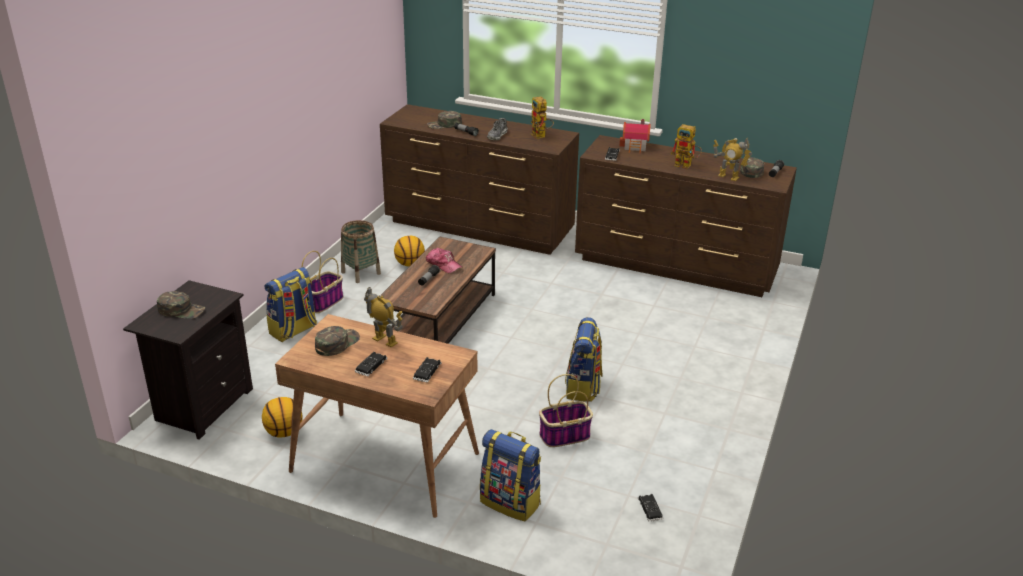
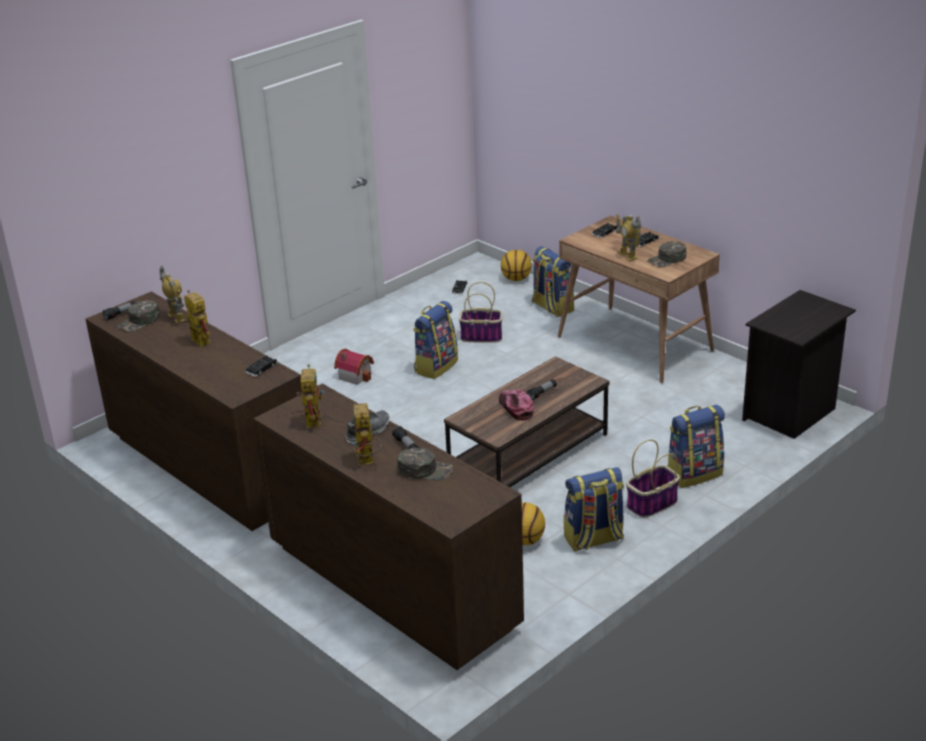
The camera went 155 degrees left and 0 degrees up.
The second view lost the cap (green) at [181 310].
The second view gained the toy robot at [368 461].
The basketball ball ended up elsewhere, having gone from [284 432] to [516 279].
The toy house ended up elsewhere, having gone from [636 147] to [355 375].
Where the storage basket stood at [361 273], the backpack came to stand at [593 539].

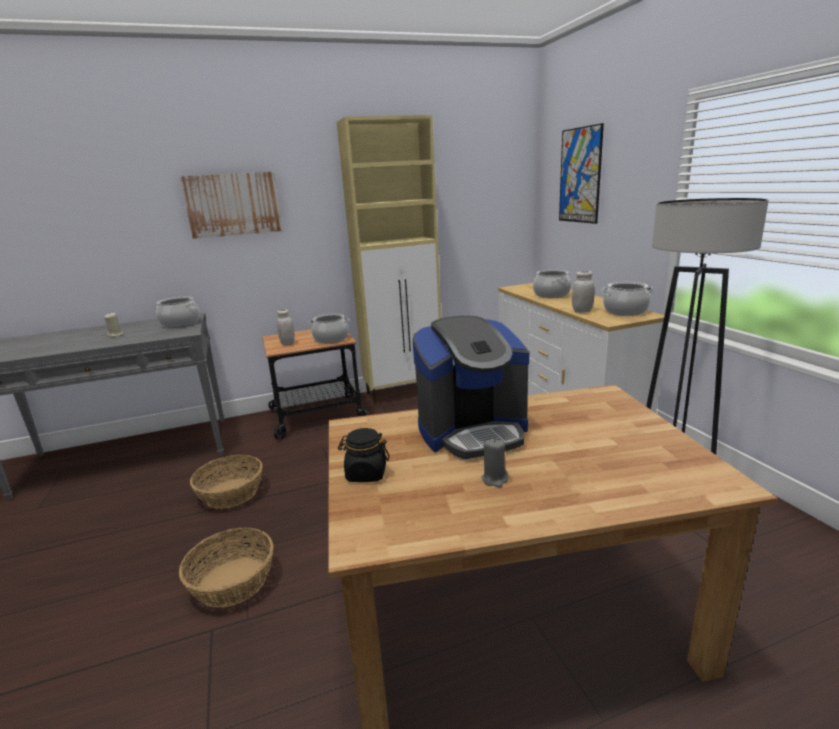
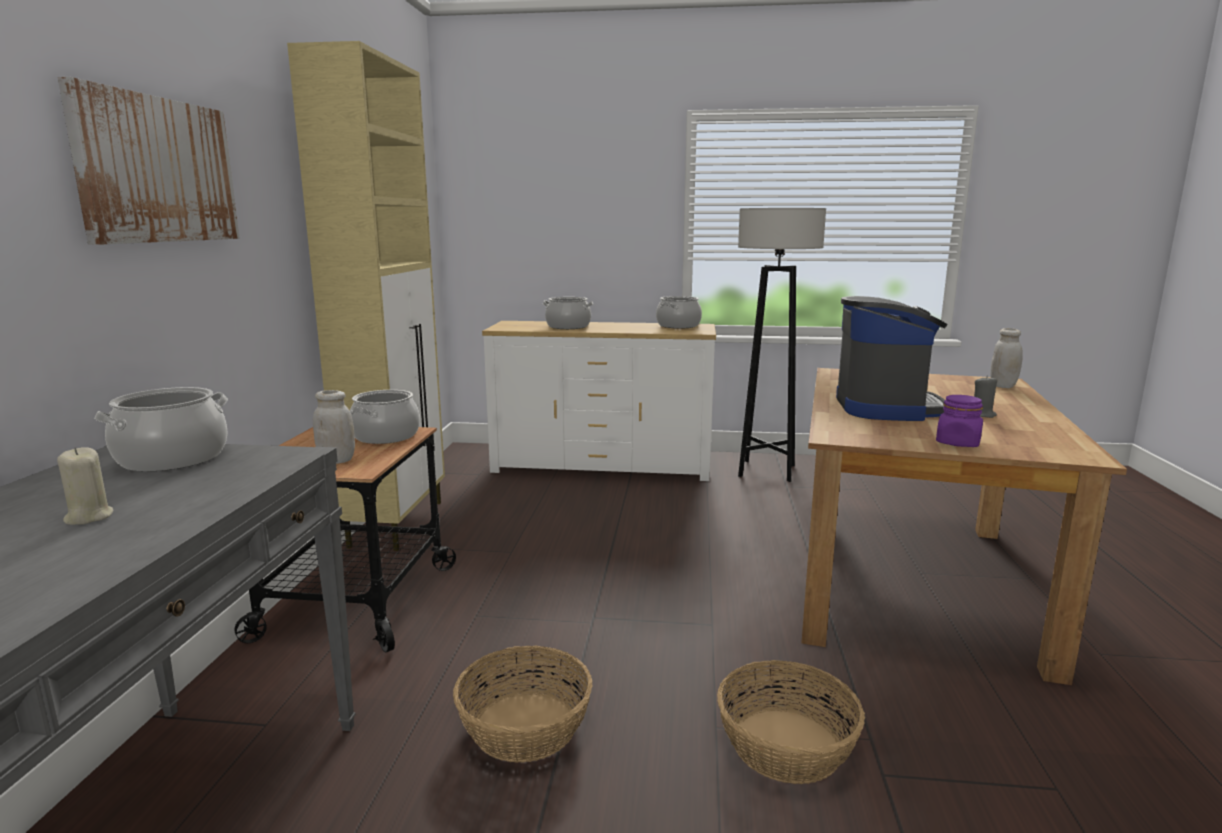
The camera went 65 degrees left and 5 degrees down.
The second view lost the wall picture at [580 175].
The jar (white) ended up elsewhere, having gone from [582 311] to [1002 386].
What was the jar (black) at [366 474] turned into the jar (purple) at [958 443].

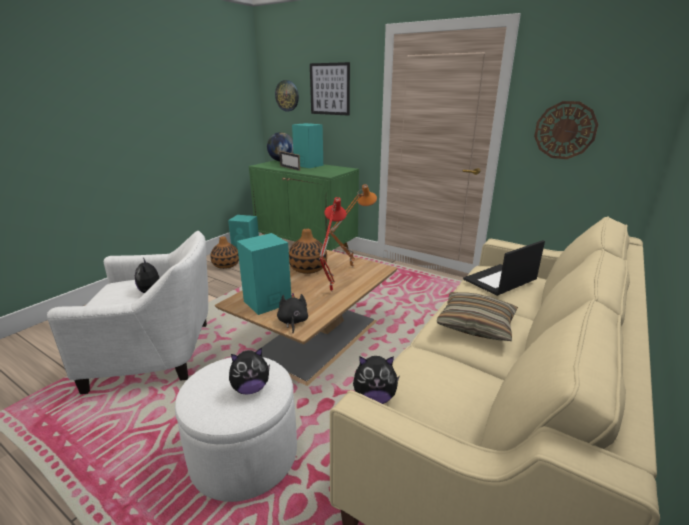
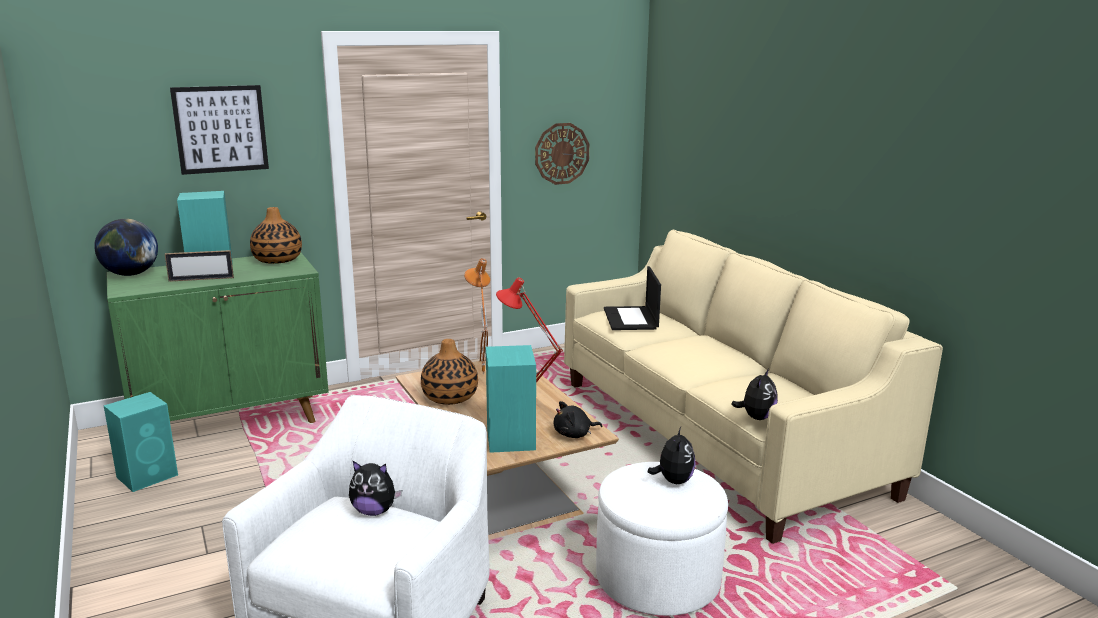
The camera went 60 degrees left and 5 degrees down.
The second view lost the wall clock at [287 95].
The second view lost the cushion at [476 324].
The flower vase ended up elsewhere, having gone from [226 265] to [277 260].
The cuddly toy (black) at [293 322] ended up facing another way, 45 degrees counterclockwise from before.

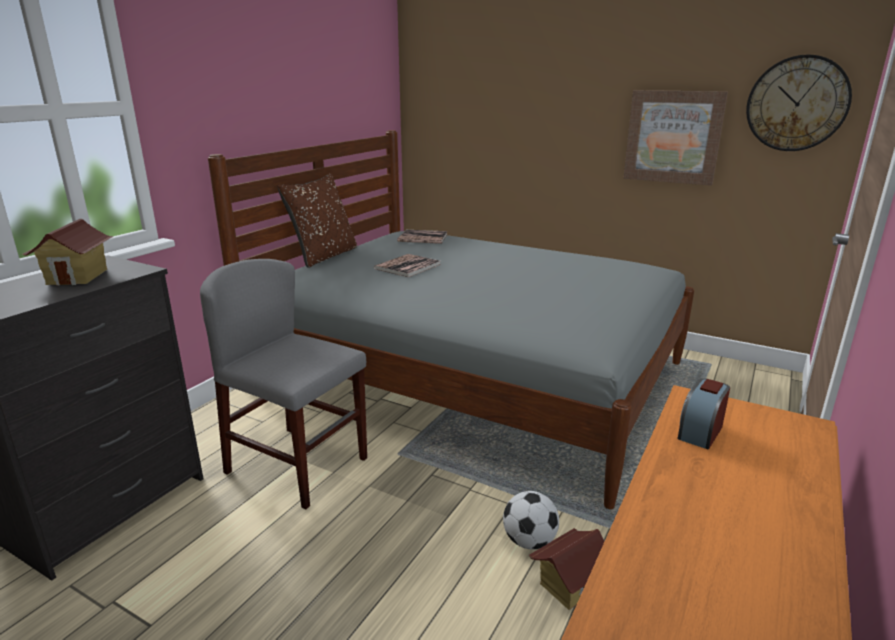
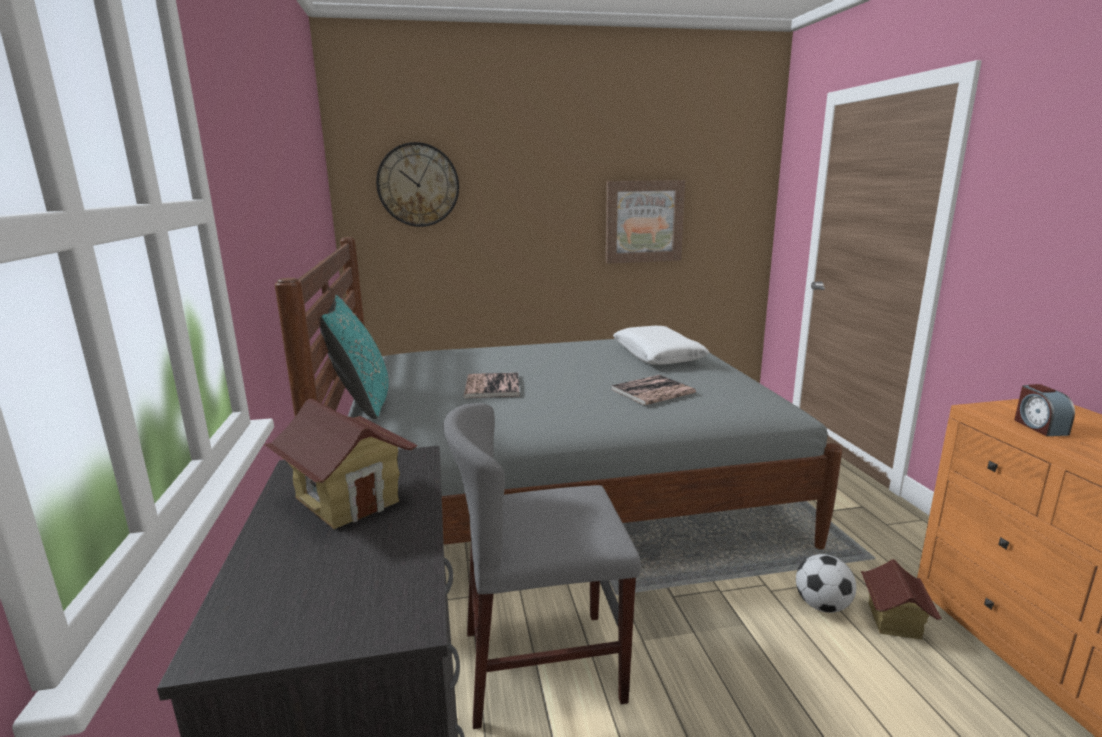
The camera went 40 degrees left and 5 degrees down.
The second view gained the cushion (white) at [658 355].
The bound book ended up elsewhere, having gone from [423 238] to [652 391].
The wall clock ended up elsewhere, having gone from [797 104] to [418 185].
What was the cushion (brownish) at [324 256] turned into the cushion (turquoise) at [362 402].

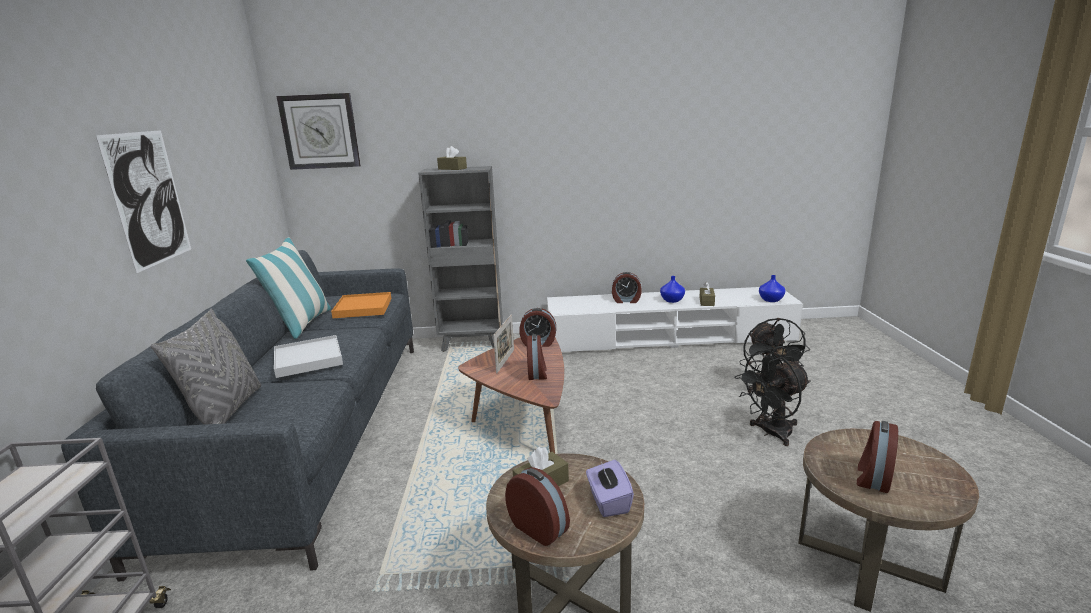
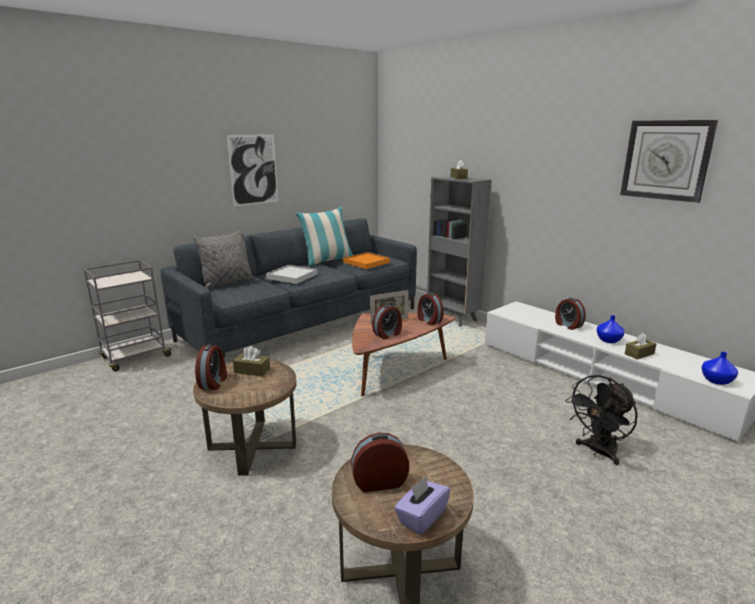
The camera went 50 degrees right and 0 degrees up.
The second view lost the fan (black) at [770 433].
The wall clock ended up elsewhere, having gone from [320 131] to [666 160].
The box of tissues (purple) ended up elsewhere, having gone from [608 501] to [421 517].

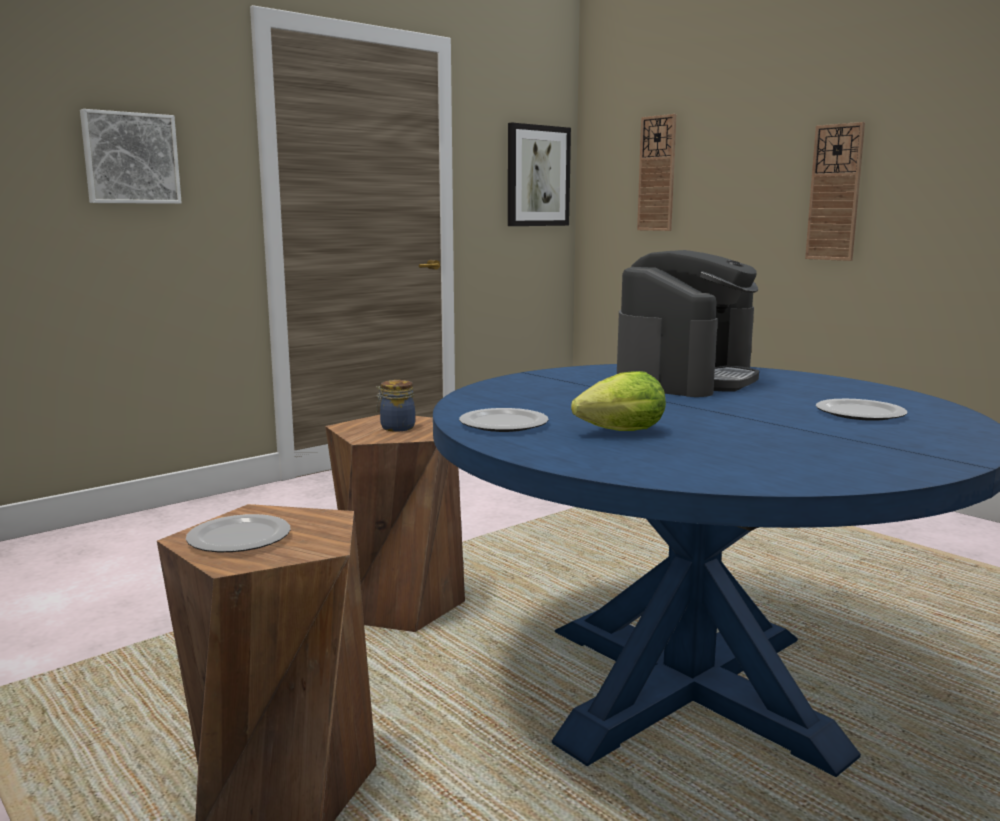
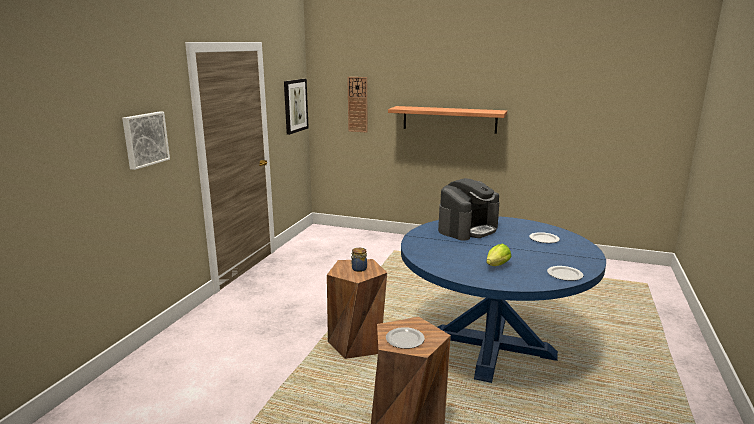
The camera went 30 degrees left and 5 degrees up.
The flat dish ended up elsewhere, having gone from [504 424] to [564 274].
Where the wall clock hung at [835 193], the wall shelf came to hang at [449 119].
The coffee brewer at [685 379] ended up facing another way, 45 degrees clockwise from before.

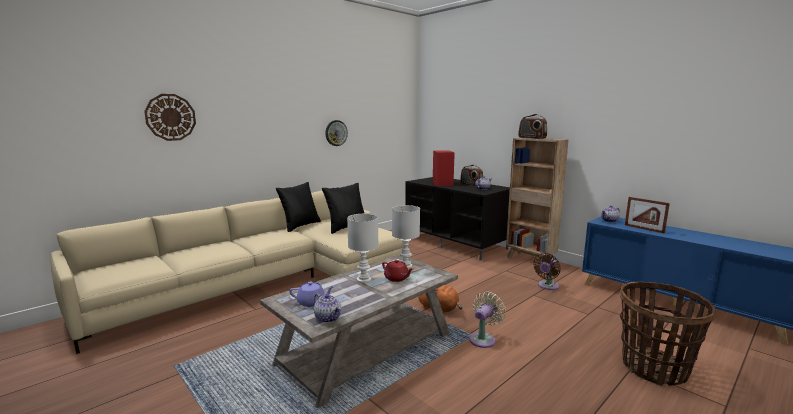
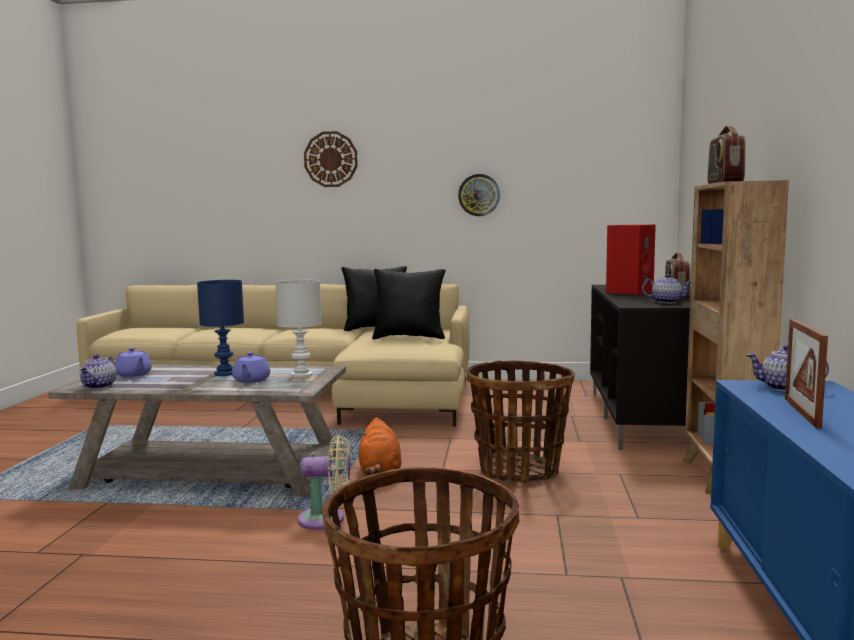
The camera went 50 degrees right and 5 degrees down.
The second view lost the fan (brownish) at [547 286].
The second view gained the storage basket at [519 470].
The wall clock ended up elsewhere, having gone from [170 117] to [330 159].
What was the tabletop lamp (white) at [363 280] turned into the tabletop lamp (blue-coloured) at [224 373].
What was the tea pot (red) at [397 278] turned into the tea pot (purple) at [251 381].

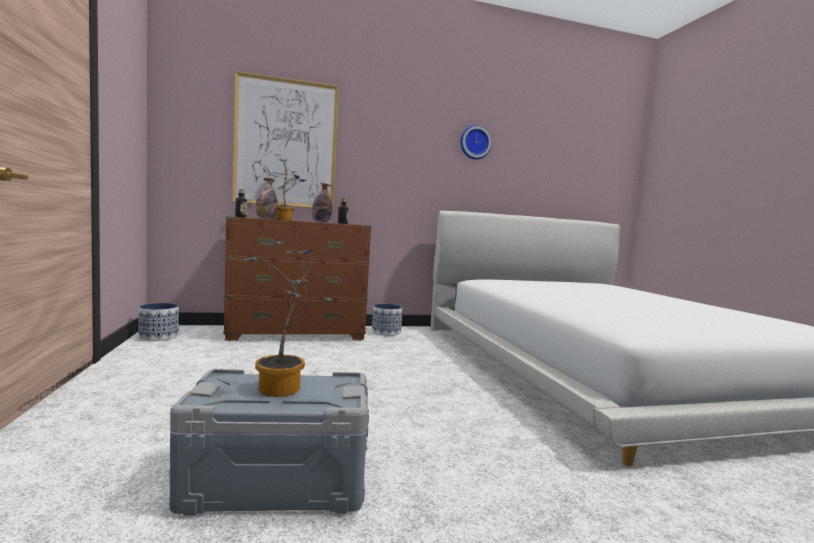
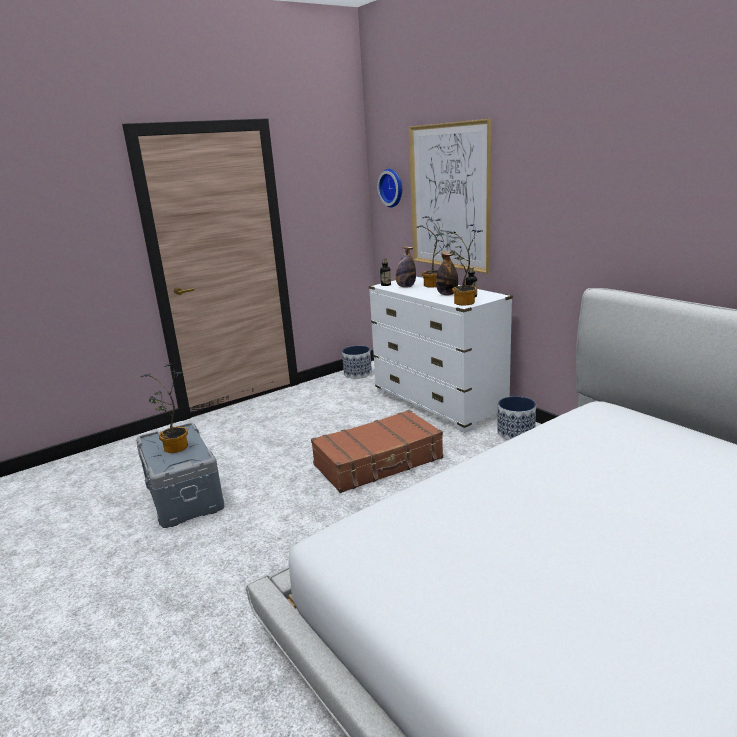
The camera went 70 degrees right and 15 degrees up.
The second view gained the piece of luggage (brownish) at [379 462].
The second view gained the houseplant at [463 303].
The wall clock ended up elsewhere, having gone from [474 143] to [392 187].
What was the dresser (brownish) at [297 333] turned into the dresser (white) at [438 403].

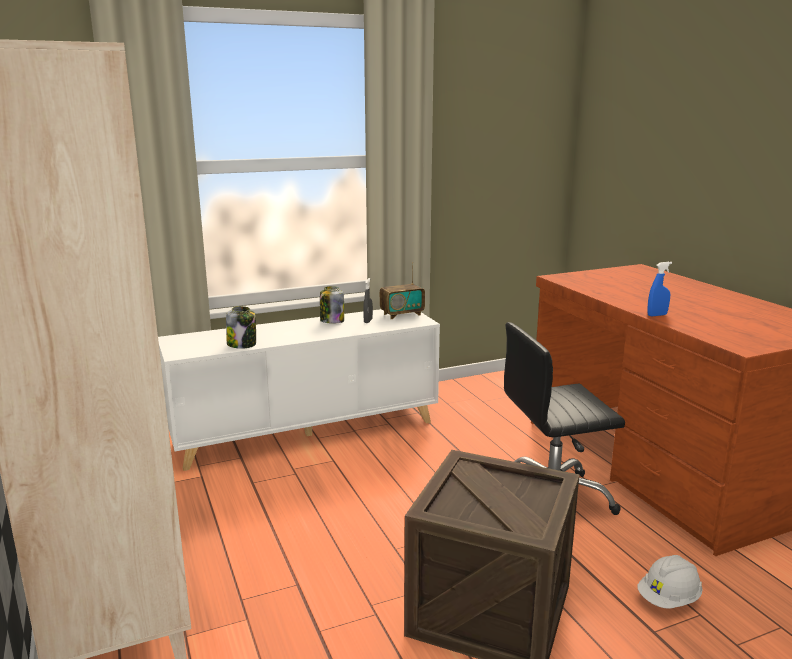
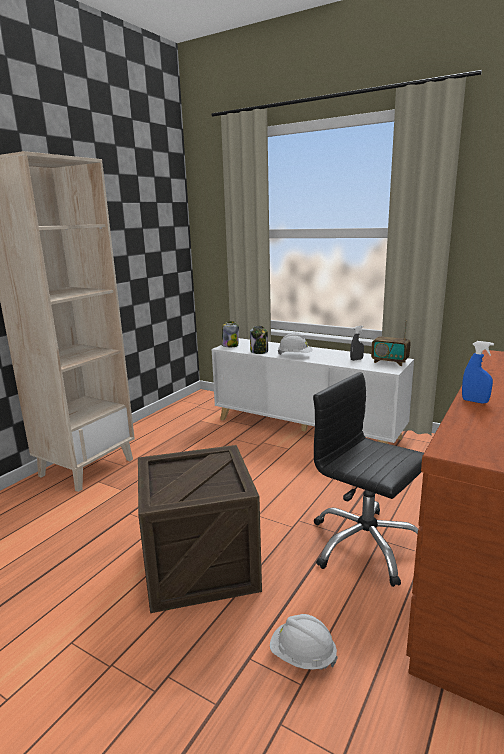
The camera went 55 degrees right and 0 degrees up.
The second view gained the hard hat (white) at [295 355].
The jar ended up elsewhere, having gone from [331 321] to [230 346].

